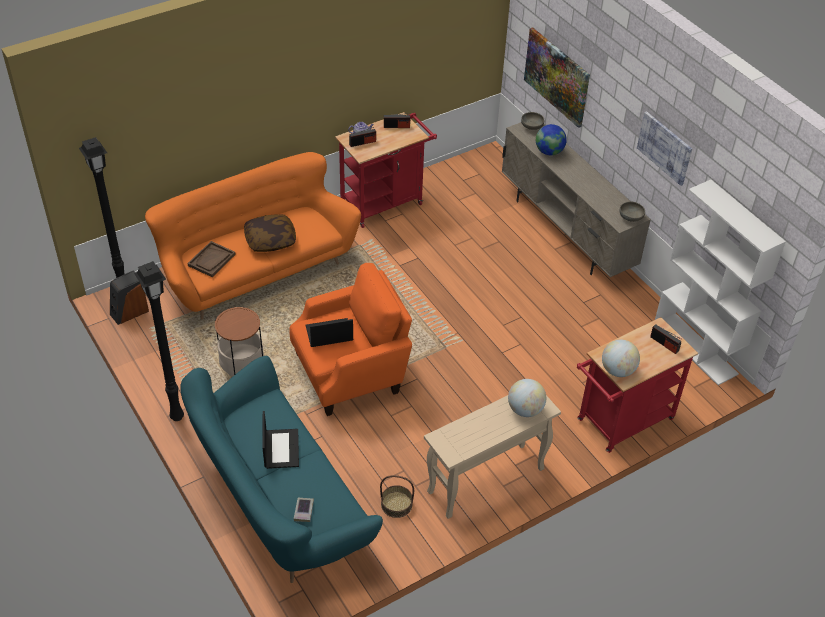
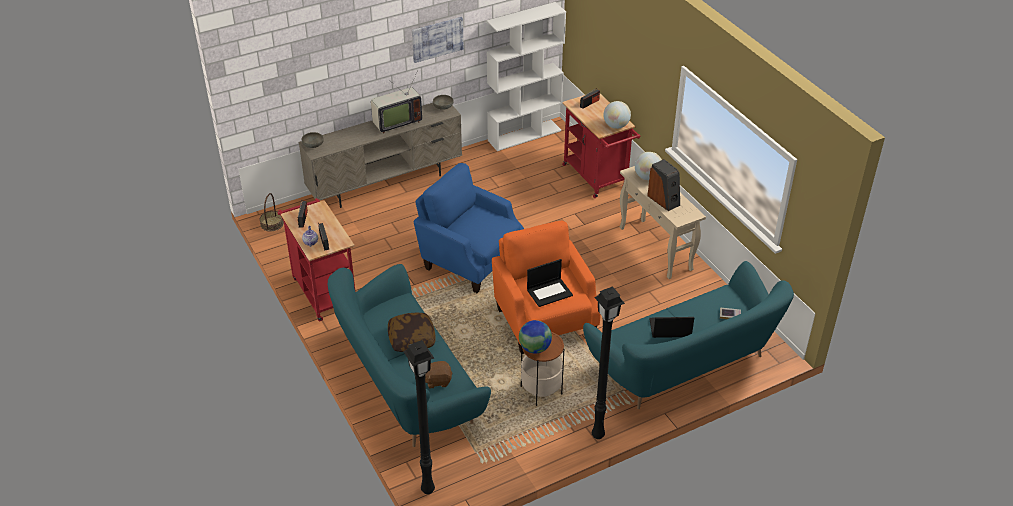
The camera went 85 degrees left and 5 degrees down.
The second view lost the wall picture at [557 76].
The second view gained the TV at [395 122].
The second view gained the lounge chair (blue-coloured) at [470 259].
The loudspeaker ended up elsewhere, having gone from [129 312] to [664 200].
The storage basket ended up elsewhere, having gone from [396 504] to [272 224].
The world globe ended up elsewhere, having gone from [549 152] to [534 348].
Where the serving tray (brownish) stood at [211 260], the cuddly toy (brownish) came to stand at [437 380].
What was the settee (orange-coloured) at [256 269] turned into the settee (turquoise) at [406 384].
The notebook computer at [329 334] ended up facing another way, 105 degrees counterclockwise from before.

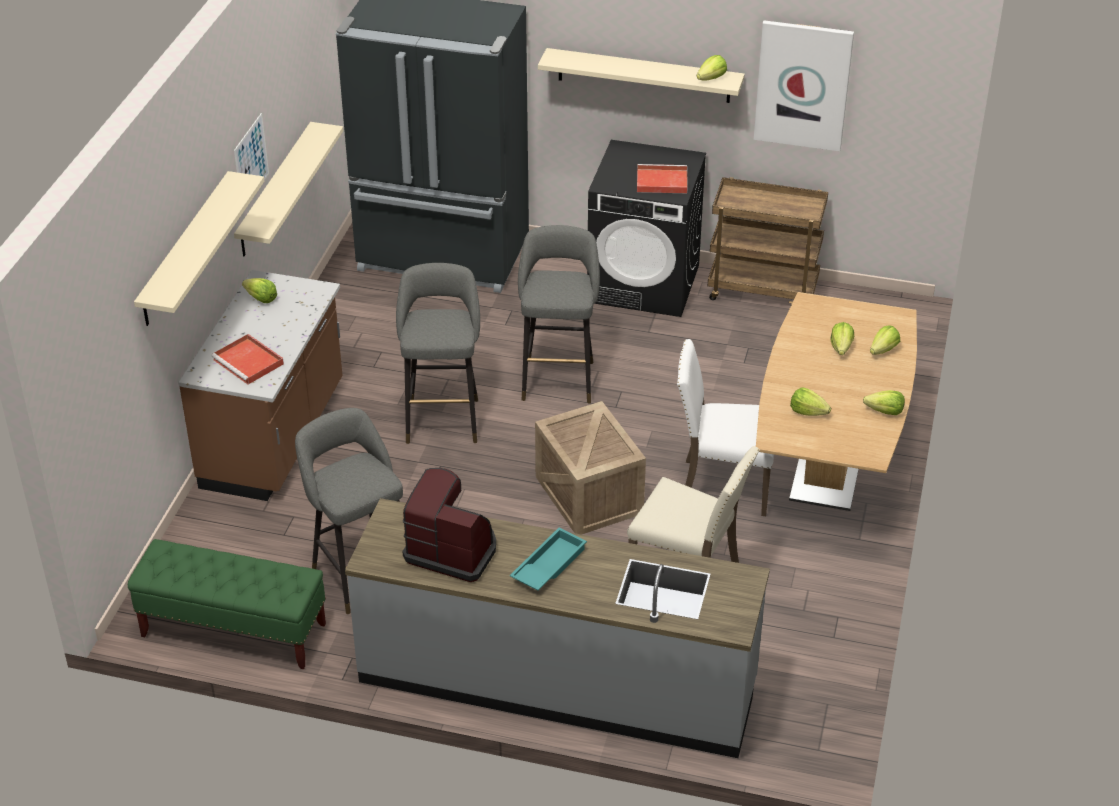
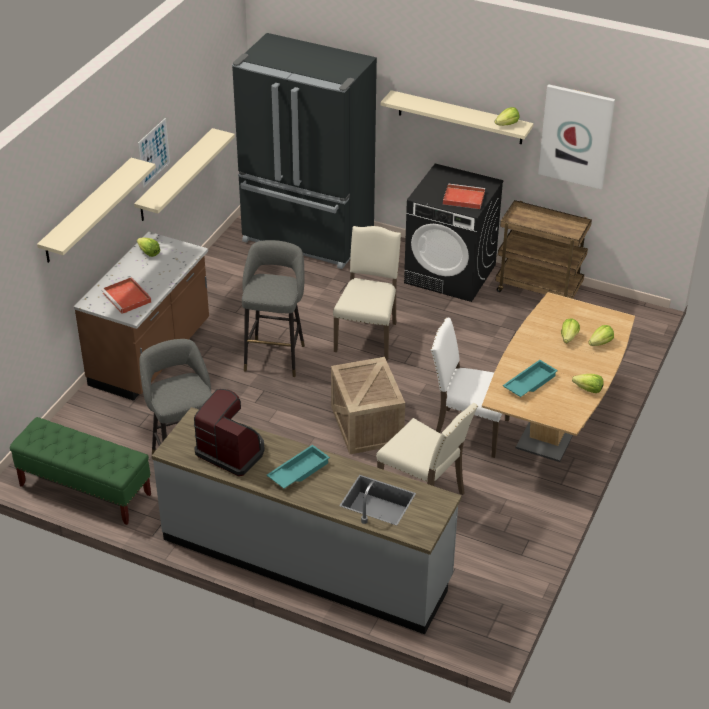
The camera went 10 degrees right and 0 degrees up.
Where the stool (grey) stood at [558 377], the upright chair (beige) came to stand at [368 336].
Where the lettuce head stood at [808 412], the serving tray (turquoise) came to stand at [529 382].

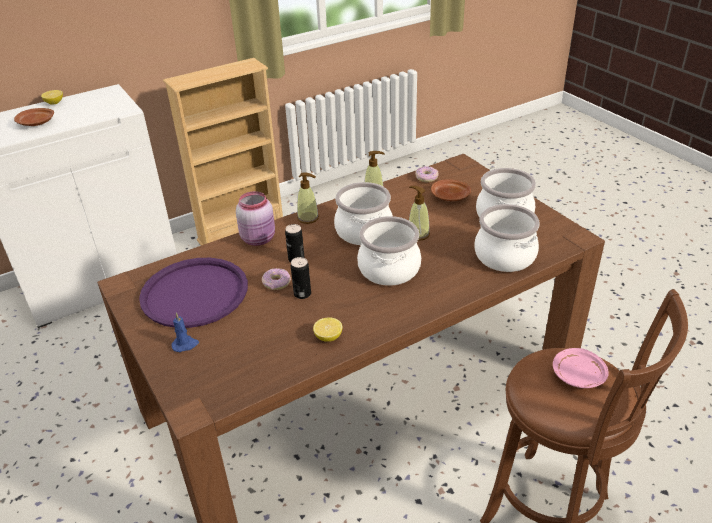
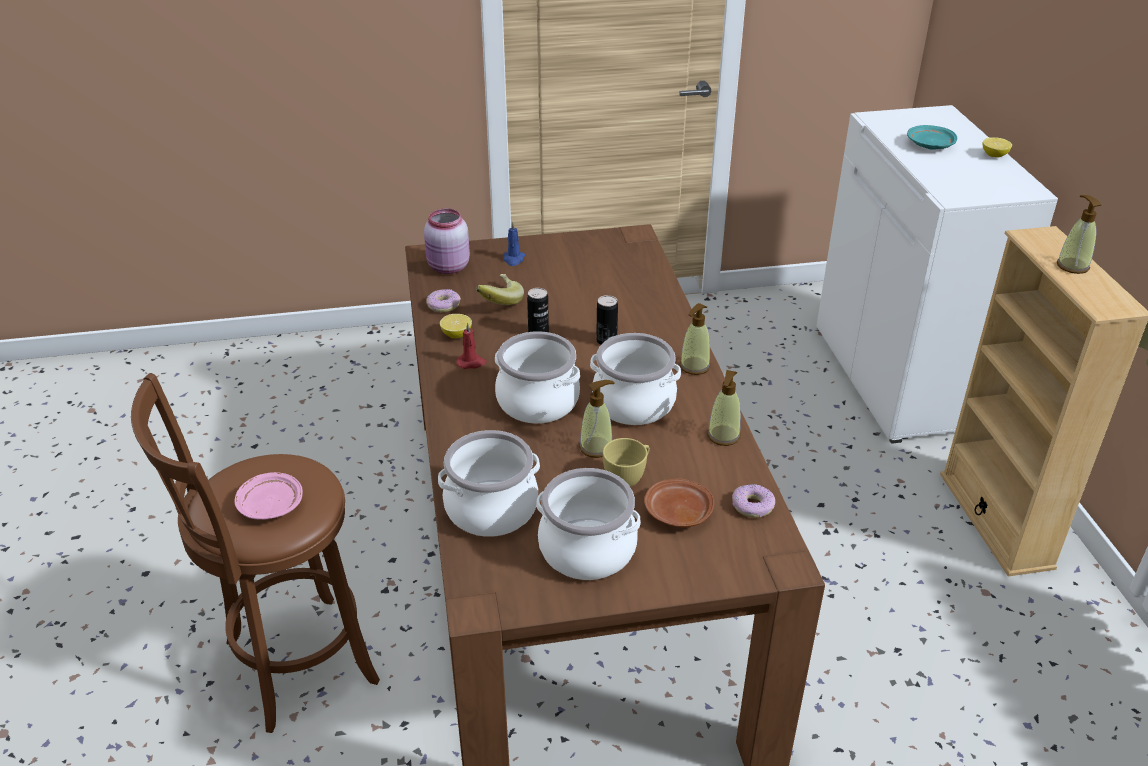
The camera went 110 degrees right and 0 degrees up.
The second view lost the serving tray (purple) at [195 293].
The second view gained the candle (red) at [471 363].
The second view gained the whole banana at [498 301].
The second view gained the cup (yellowish) at [628 478].
The second view gained the soap dispenser at [1072 266].
The jar (pink-coloured) ended up elsewhere, having gone from [259 239] to [448 268].
The ring doughnut ended up elsewhere, having gone from [276 283] to [443 305].
What was the flat dish (brownish) at [37 123] turned into the flat dish (turquoise) at [929 145].

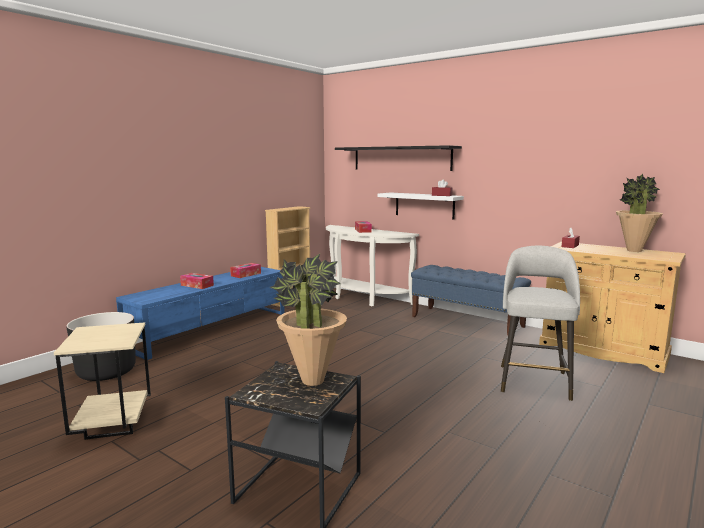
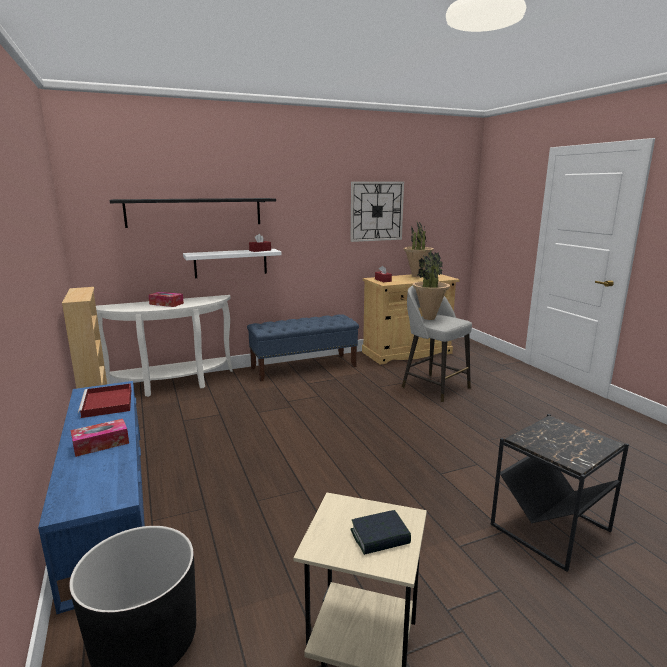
The camera went 60 degrees left and 5 degrees up.
The second view gained the wall clock at [376 211].
The second view gained the bound book at [380 537].
The houseplant ended up elsewhere, having gone from [312 381] to [429 318].
Where the box of tissues stood at [246 274], the serving tray (red) came to stand at [107 403].

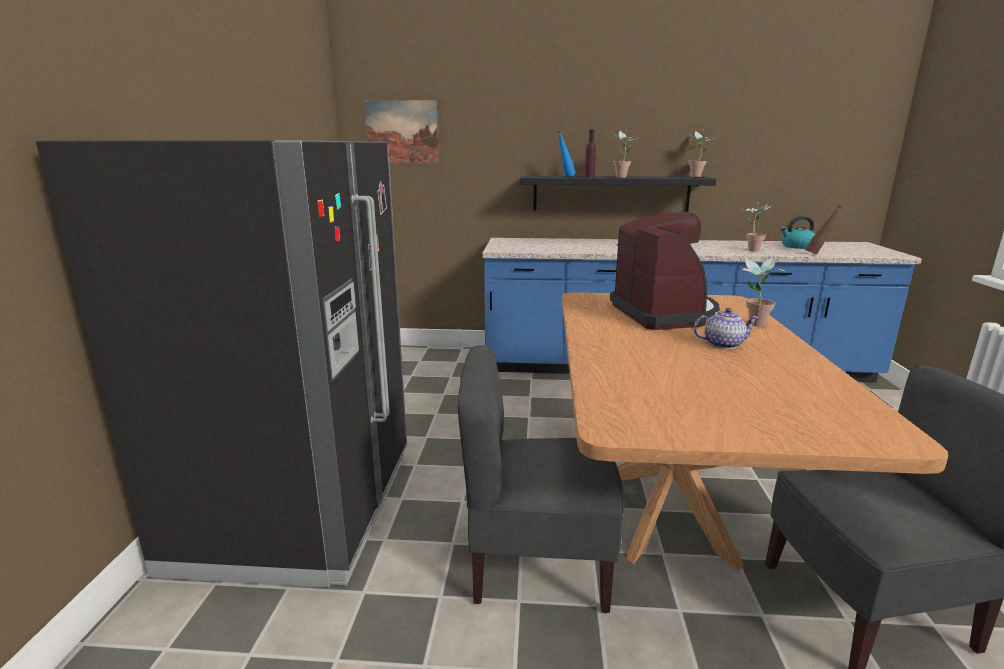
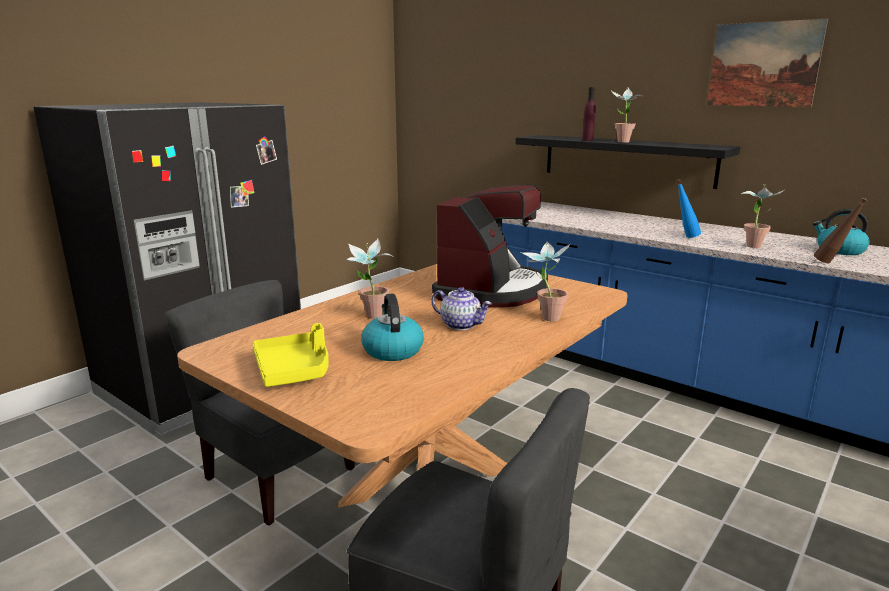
The camera went 35 degrees right and 0 degrees up.
The second view gained the serving tray (yellowish) at [294 370].
The second view gained the tea kettle at [392 350].
The wall picture ended up elsewhere, having gone from [402 131] to [763 64].
The beverage bottle (blue-coloured) ended up elsewhere, having gone from [565 176] to [684 237].
The houseplant ended up elsewhere, having gone from [697 177] to [371 317].

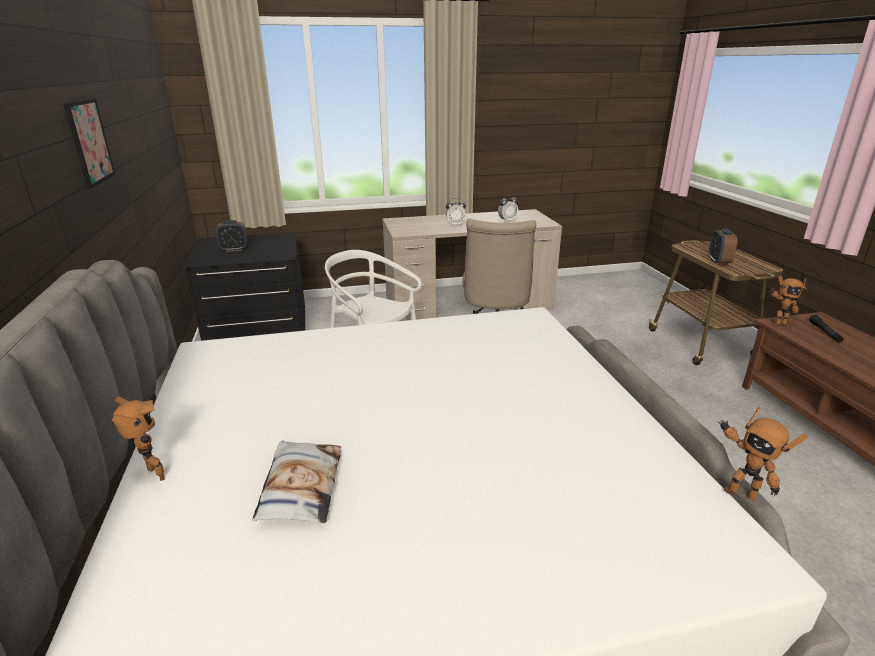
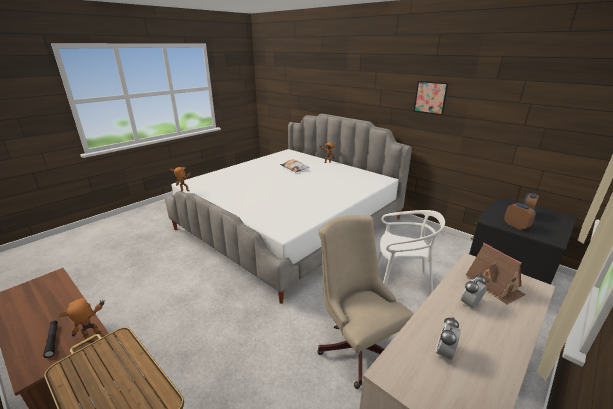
The camera went 145 degrees right and 0 degrees up.
The second view gained the toy house at [494 285].
The bedside clock ended up elsewhere, having gone from [718 261] to [516 226].

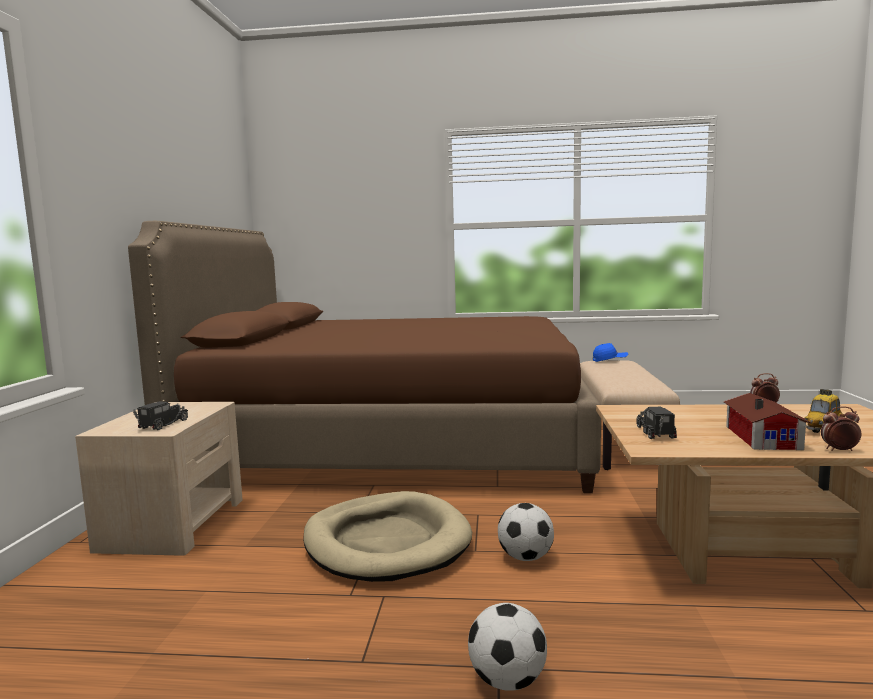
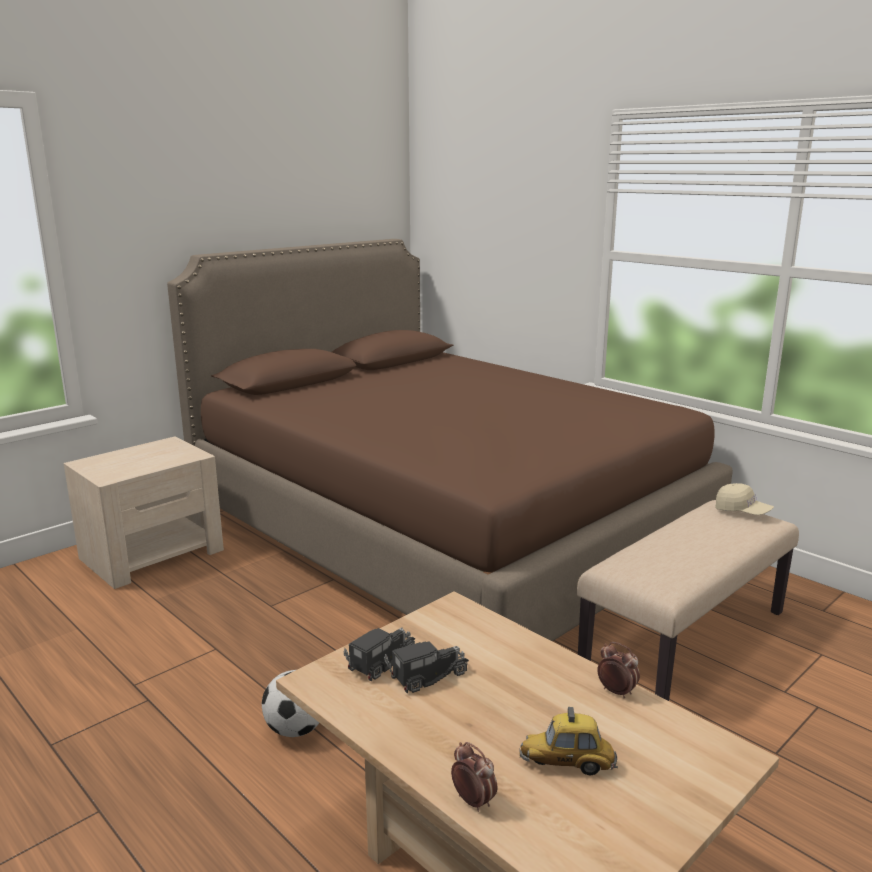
The camera went 40 degrees right and 10 degrees up.
The second view lost the dog cushion (beige) at [386 542].
The second view lost the football at [507 681].
The second view lost the toy house at [763 437].
The toy lorry ended up elsewhere, having gone from [162 425] to [426 677].
What was the cap (blue-coloured) at [609 360] turned into the cap (beige) at [742 511].

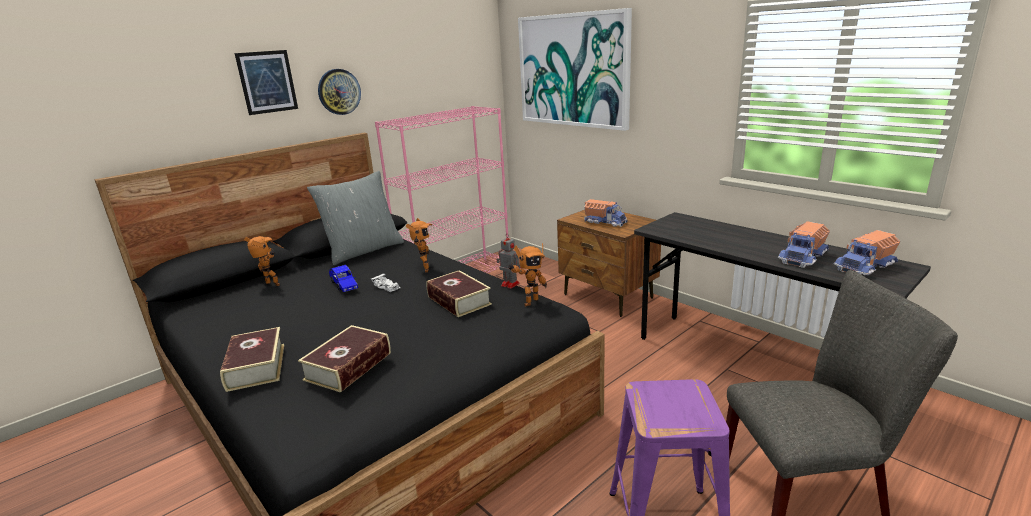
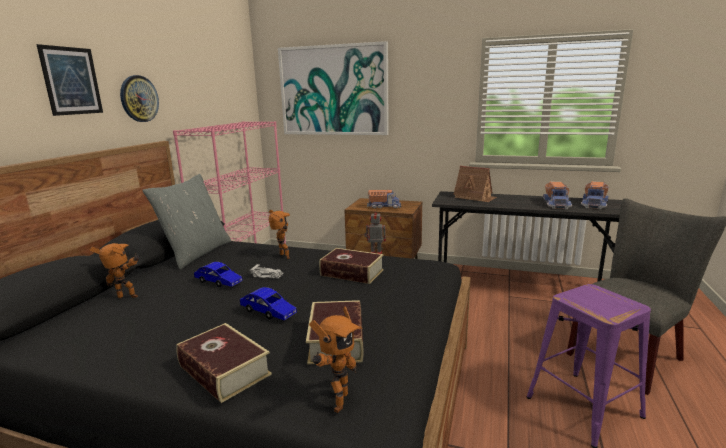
The camera went 30 degrees left and 5 degrees down.
The second view gained the miniature car (blue-coloured) at [268 312].
The second view gained the toy house at [475 197].
The toy robot ended up elsewhere, having gone from [529 302] to [336 402].

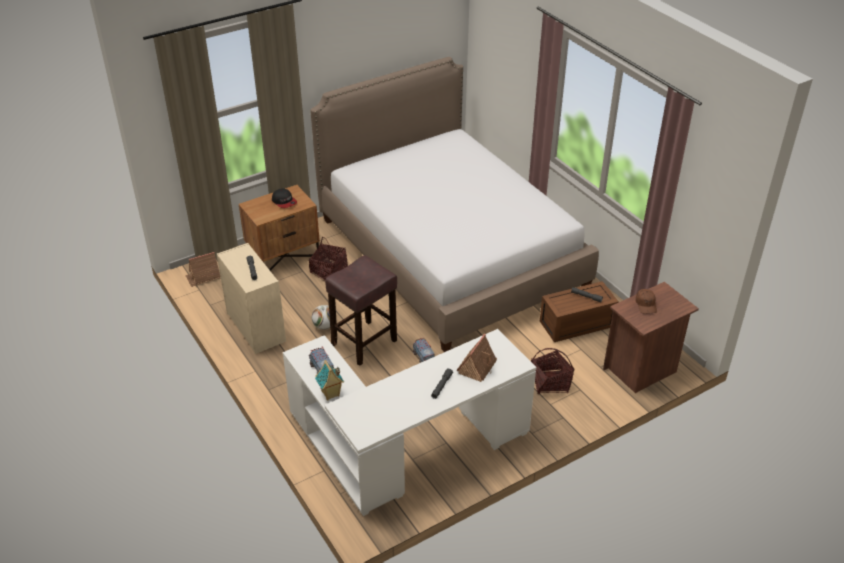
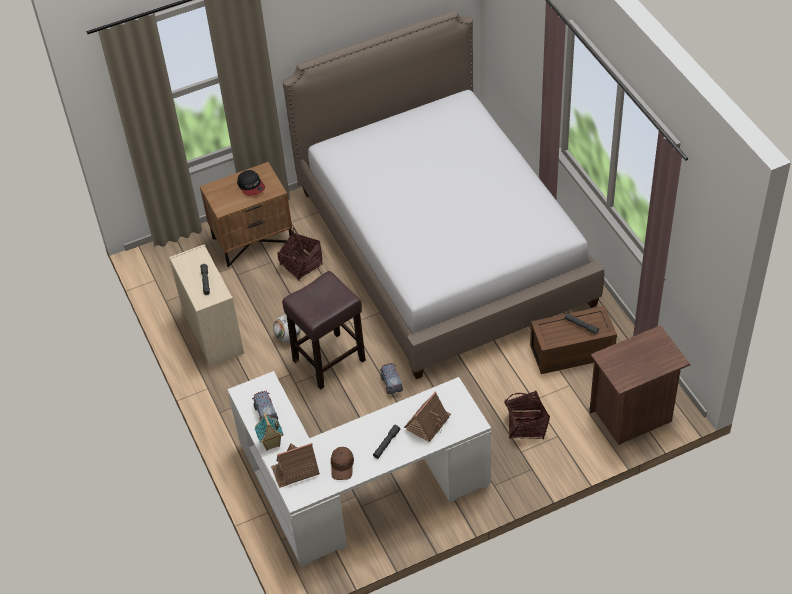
The camera went 10 degrees right and 10 degrees up.
The toy house ended up elsewhere, having gone from [203 276] to [295 470].
The cap (brownish) ended up elsewhere, having gone from [646 304] to [342 466].

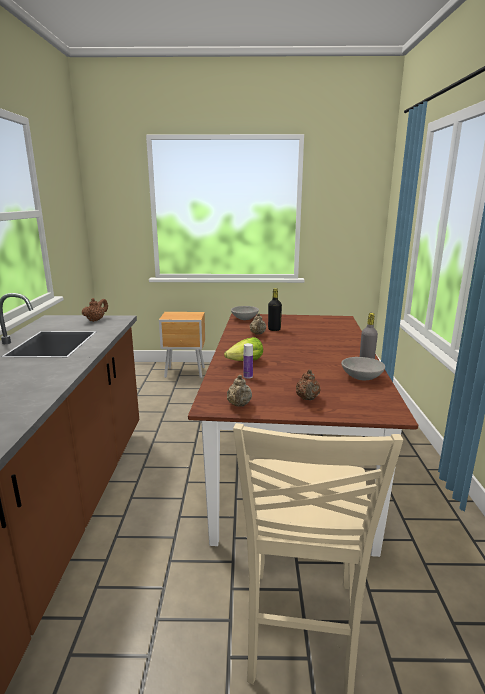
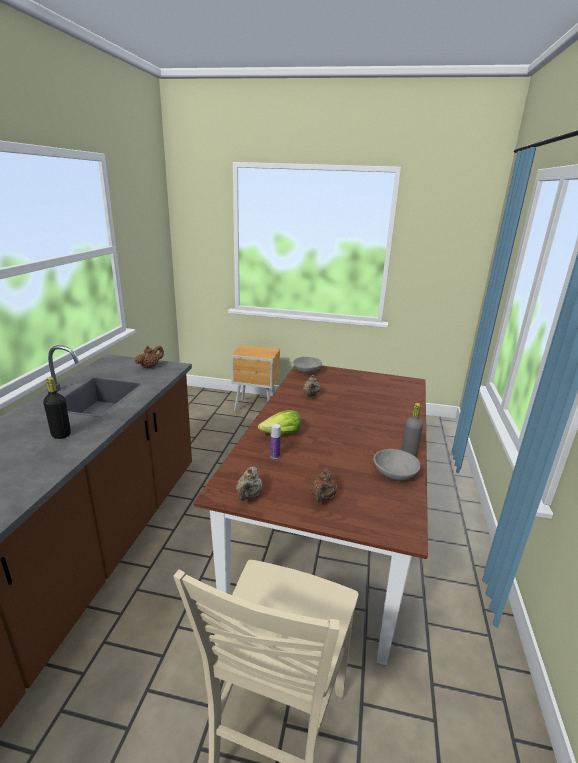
The camera went 10 degrees right and 5 degrees up.
The beverage bottle (black) ended up elsewhere, having gone from [274 329] to [61 435].

